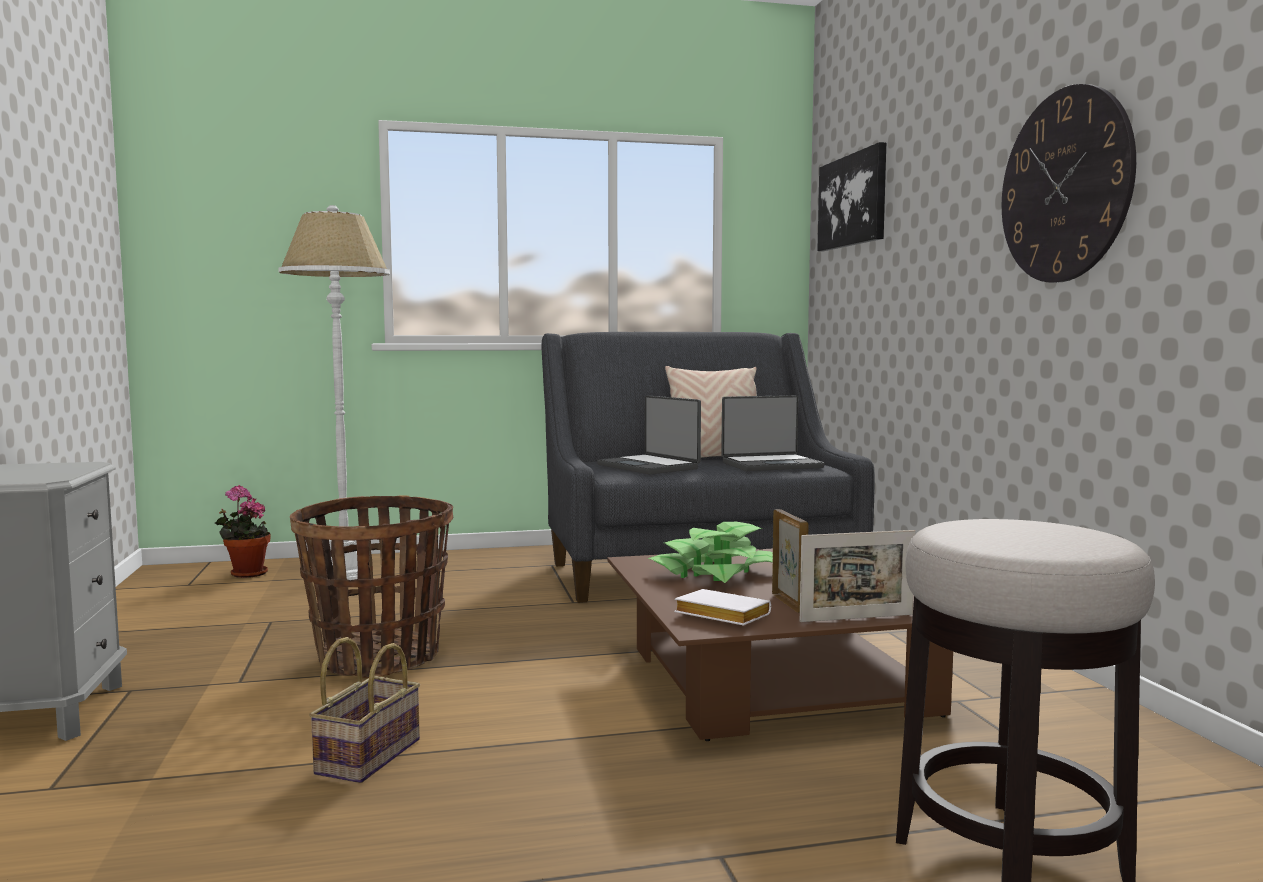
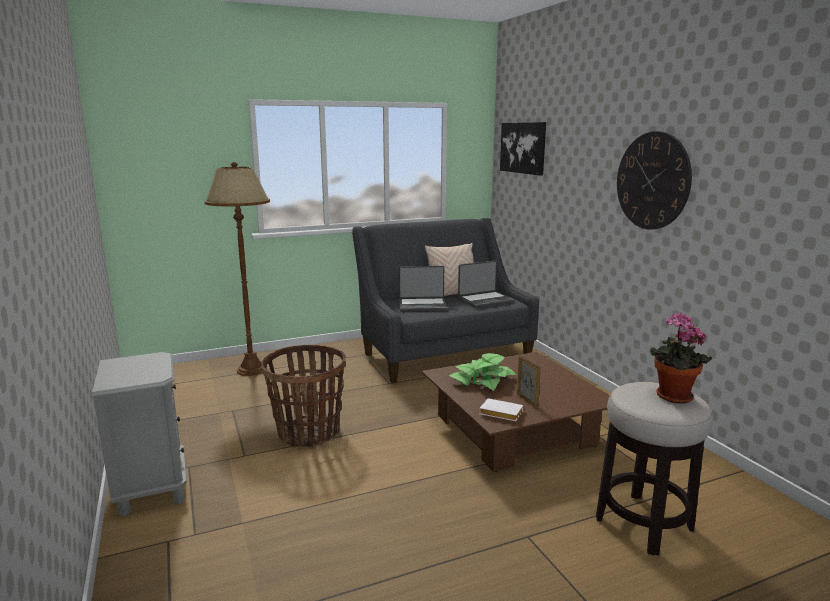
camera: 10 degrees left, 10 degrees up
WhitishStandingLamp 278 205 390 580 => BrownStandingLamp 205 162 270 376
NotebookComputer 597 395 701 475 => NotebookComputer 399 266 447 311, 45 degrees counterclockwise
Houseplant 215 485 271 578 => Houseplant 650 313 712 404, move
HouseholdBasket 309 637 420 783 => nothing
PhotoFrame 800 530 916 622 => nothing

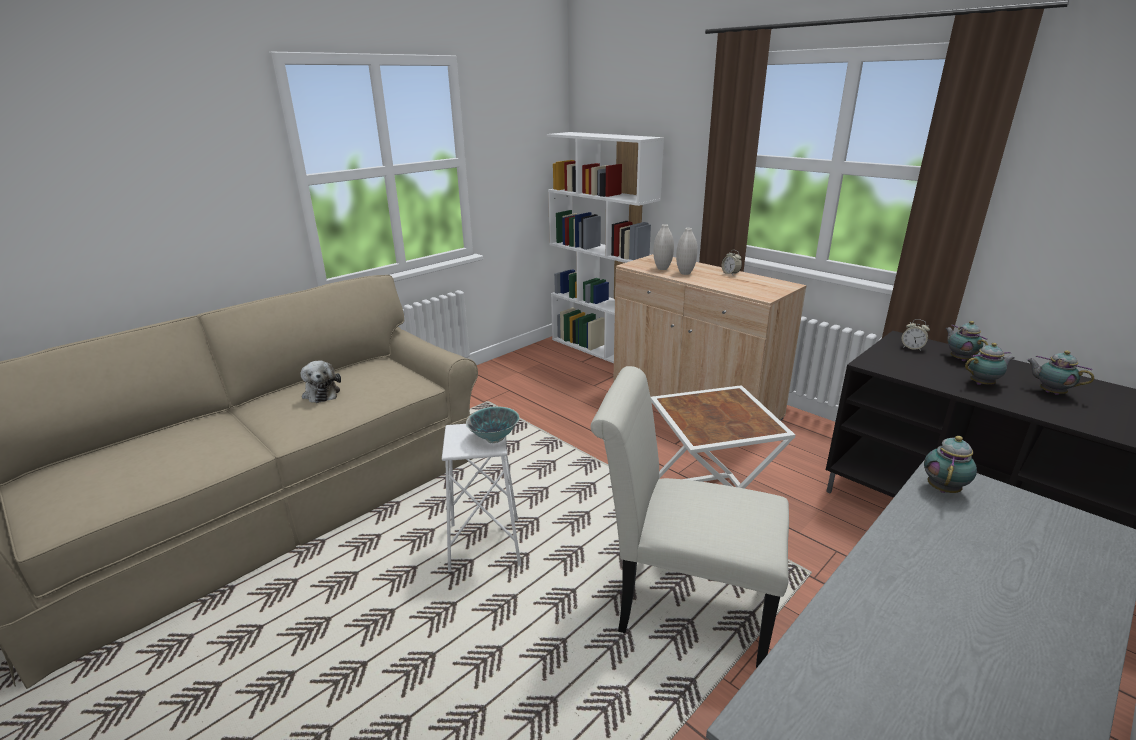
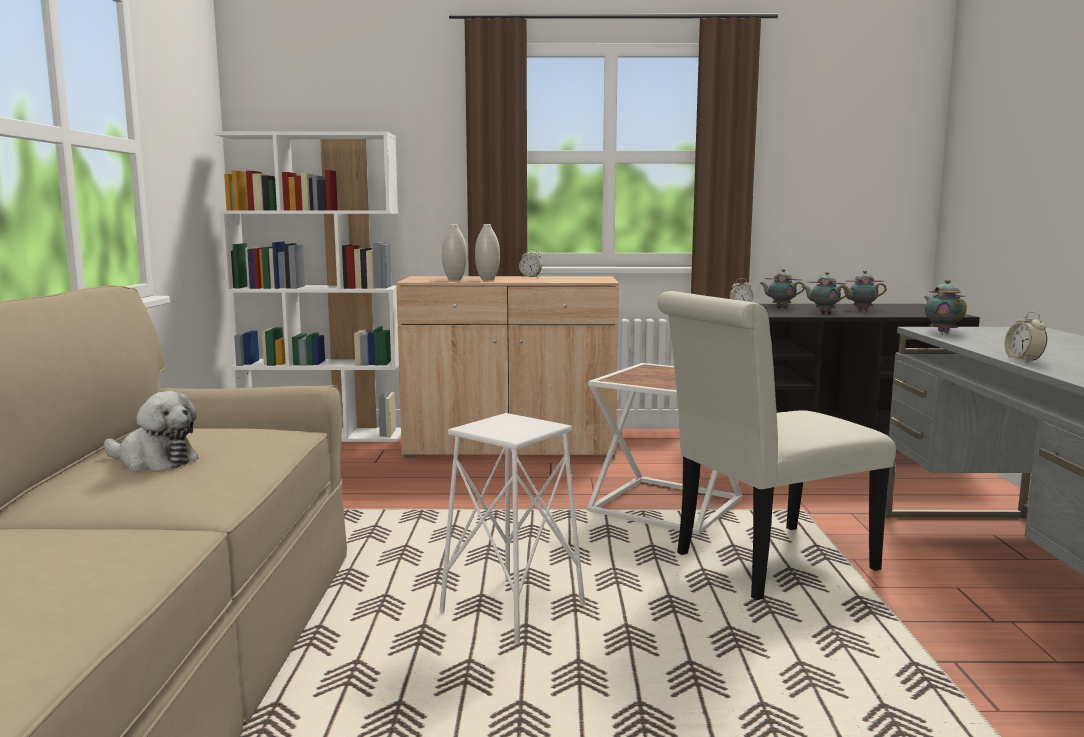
camera: 45 degrees left, 15 degrees down
TeaPot 965 343 1014 385 => TeaPot 802 272 850 312, 90 degrees counterclockwise
nothing => AlarmClock 1005 312 1047 362
ServingBowl 466 406 520 443 => nothing

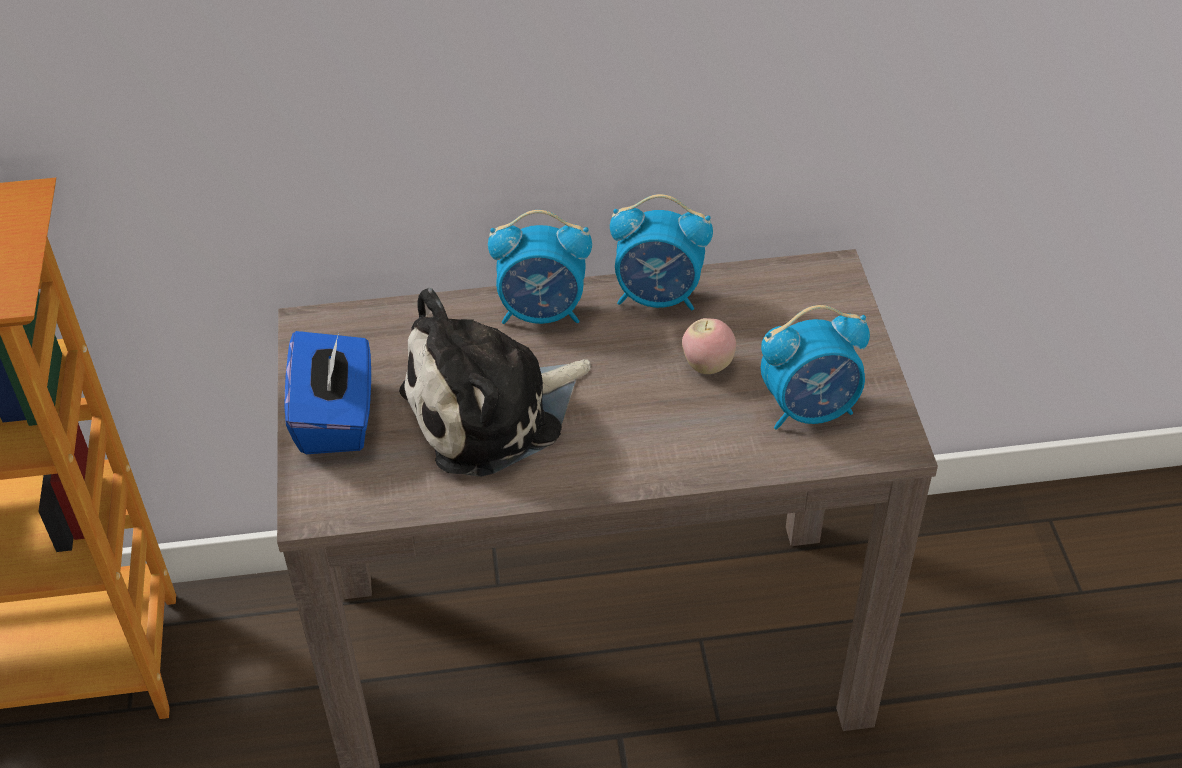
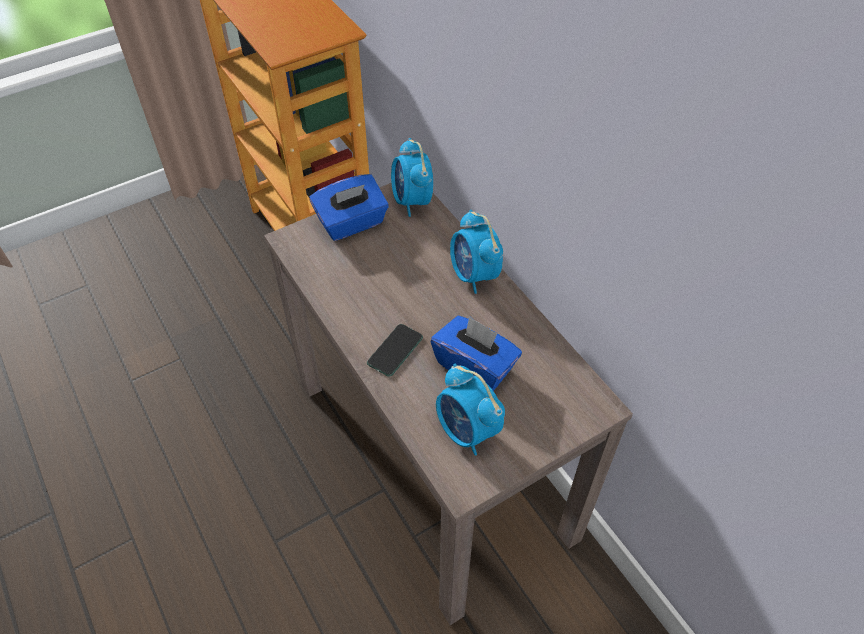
camera: 65 degrees right, 5 degrees up
nothing => Handset 367 324 423 377
AlarmClock 610 194 713 310 => AlarmClock 391 138 433 217, move
AppleFruit 682 318 736 374 => BlueTissueHolder 431 315 522 391
PlushToy 399 288 591 477 => nothing

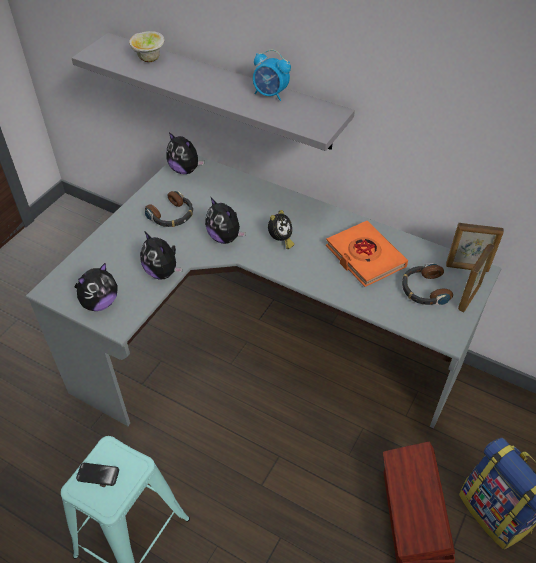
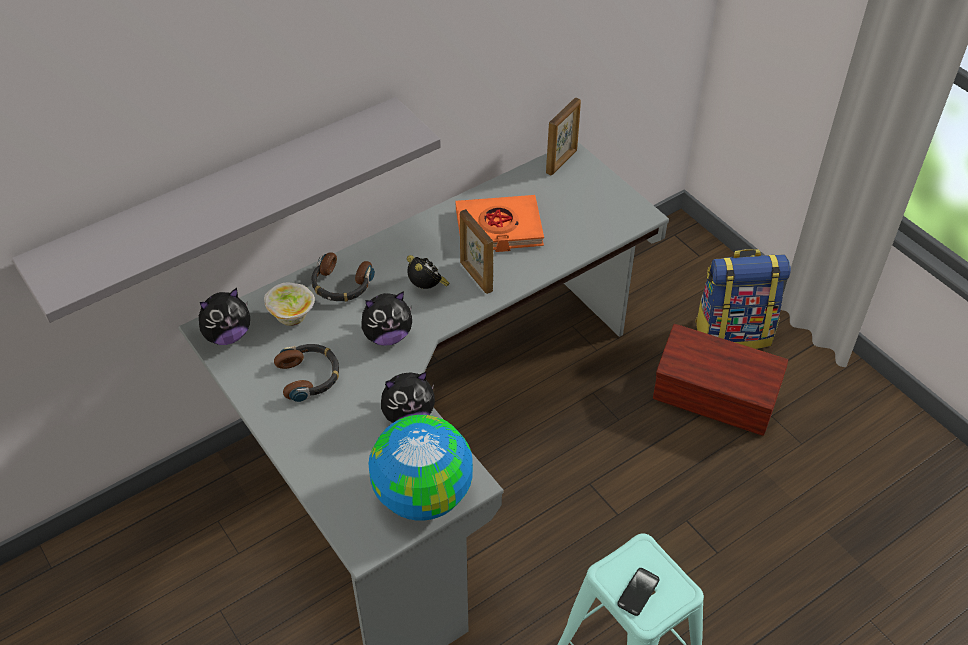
camera: 65 degrees left, 0 degrees up
ServingBowl 129 31 165 62 => ServingBowl 264 282 315 326, move
PairOfHeadphones 402 263 453 305 => PairOfHeadphones 311 252 375 302, move
PlushToy 74 263 118 311 => WorldGlobe 369 415 473 521
PhotoFrame 458 244 495 312 => PhotoFrame 460 209 494 294, move
AlarmClock 253 49 291 101 => nothing

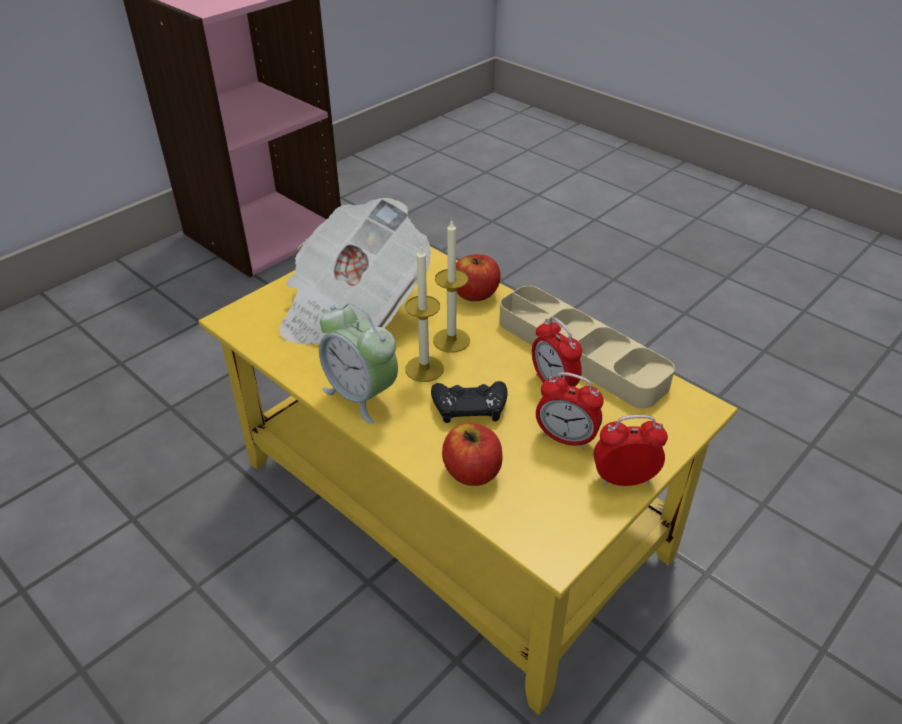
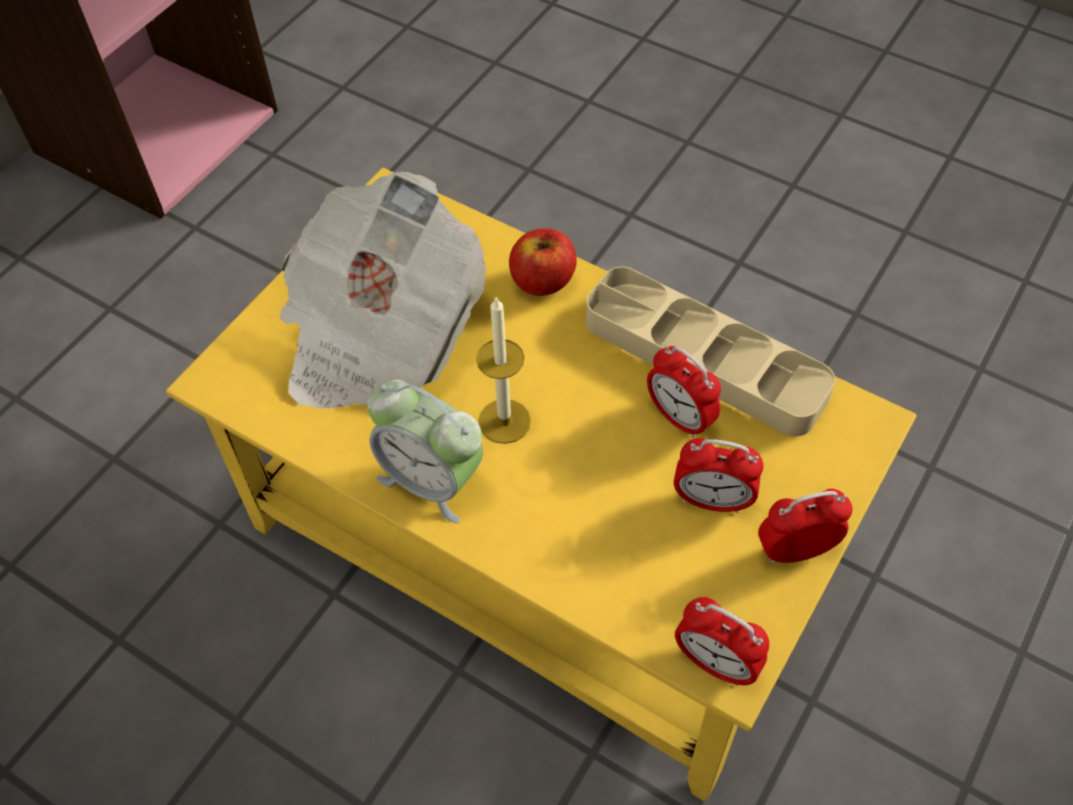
camera: 10 degrees left, 15 degrees up
nothing => AlarmClock 675 597 769 686
BlackGameController 431 381 508 423 => nothing
WaxLight 433 219 470 353 => nothing
AppleFruit 442 423 503 486 => nothing

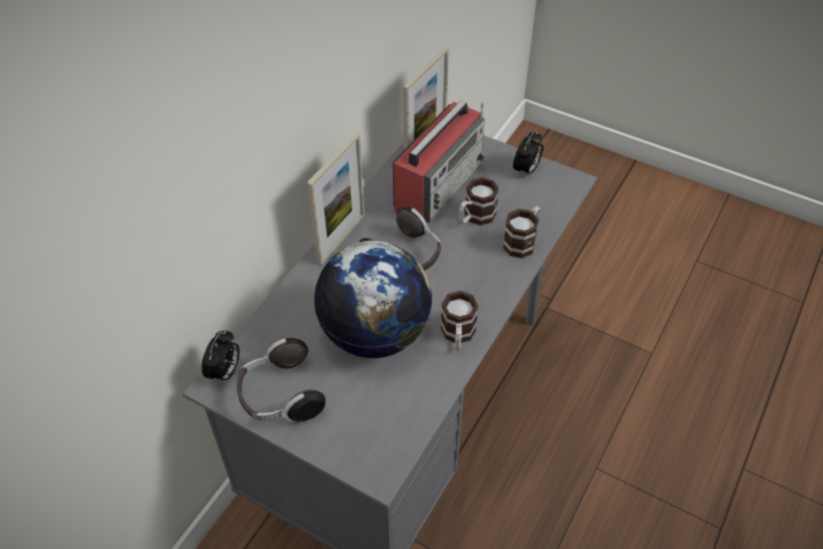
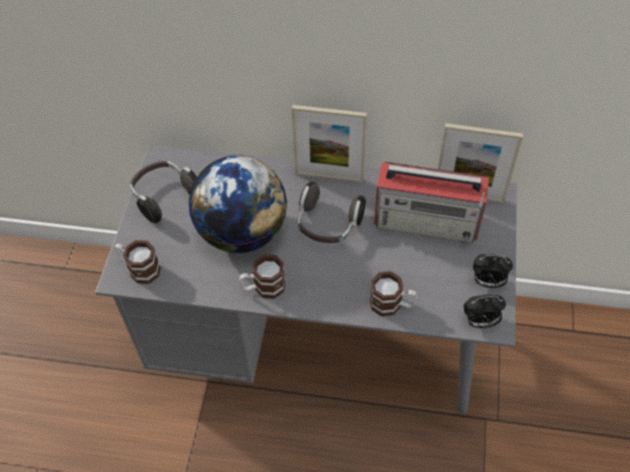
camera: 70 degrees right, 5 degrees up
TeaMug 459 177 499 225 => TeaMug 115 240 161 284, move
AlarmClock 202 331 240 385 => AlarmClock 464 295 506 328, move

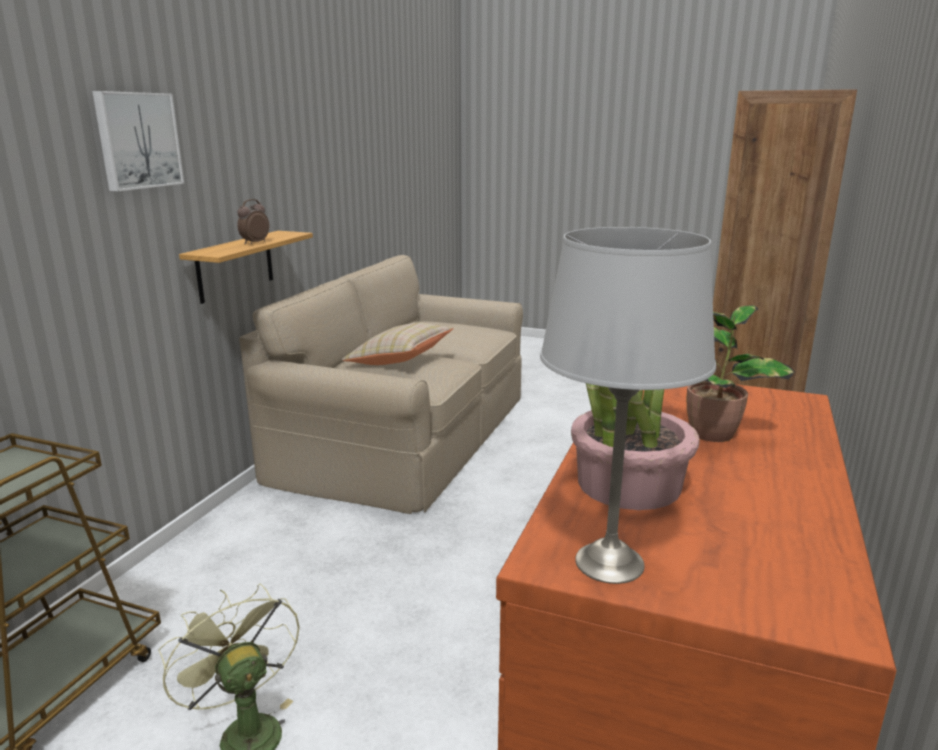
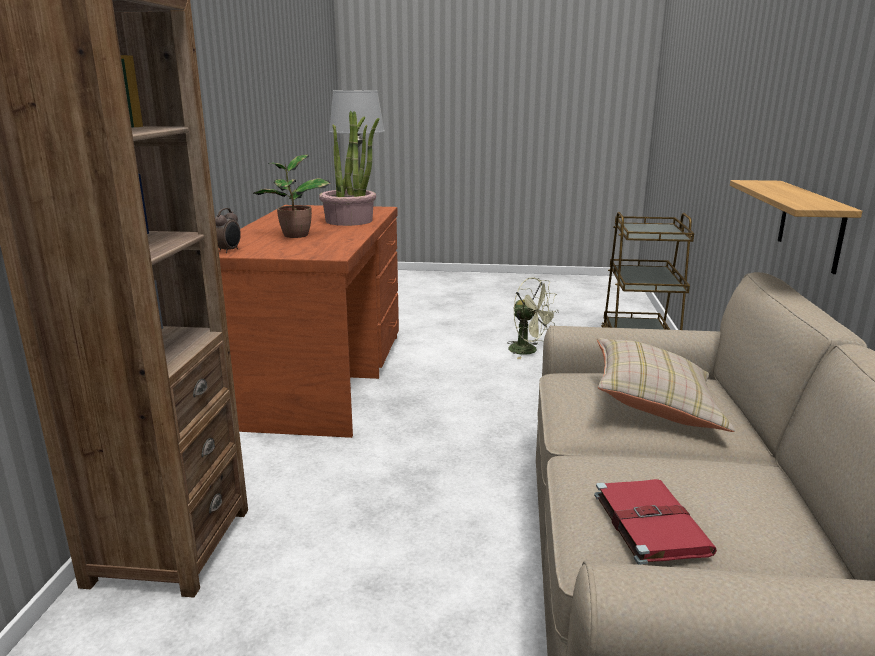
camera: 165 degrees right, 0 degrees up
AlarmClock 237 199 269 244 => AlarmClock 215 208 241 253, move
nothing => RedColouredBook 594 479 717 565
WallArt 92 91 184 191 => nothing

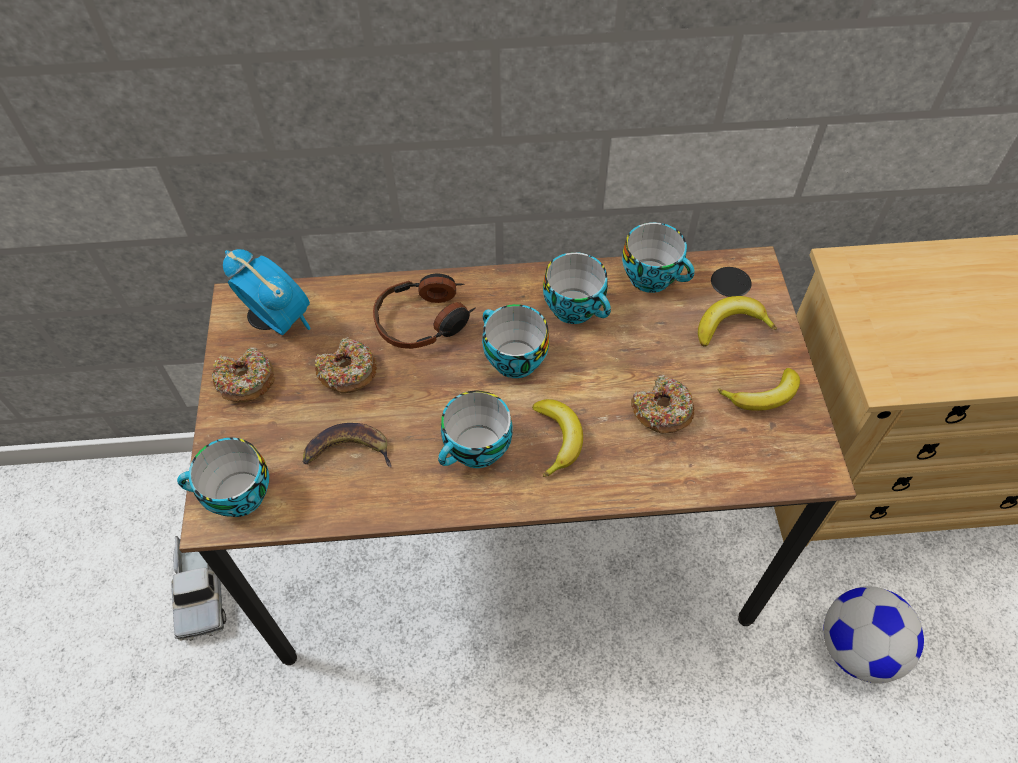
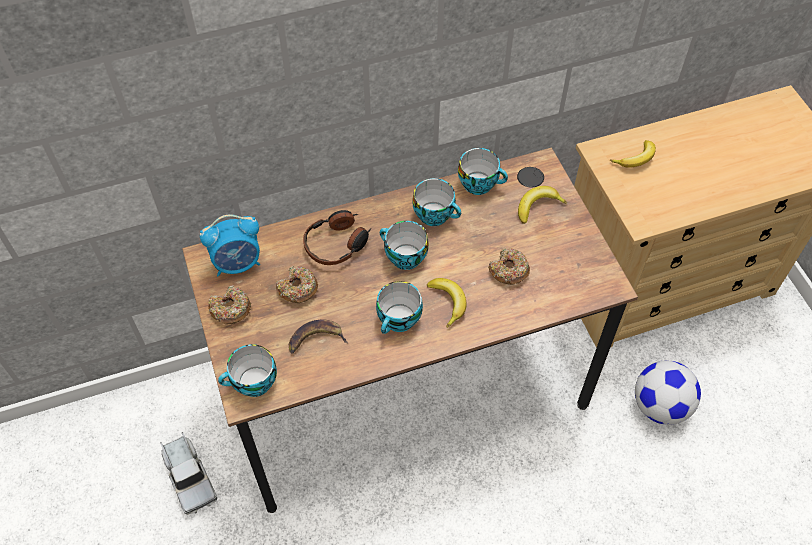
camera: 15 degrees left, 0 degrees up
AlarmClock 223 249 311 335 => AlarmClock 200 214 260 276, 135 degrees clockwise
BananaFruit 718 368 800 411 => BananaFruit 610 140 656 168, move

